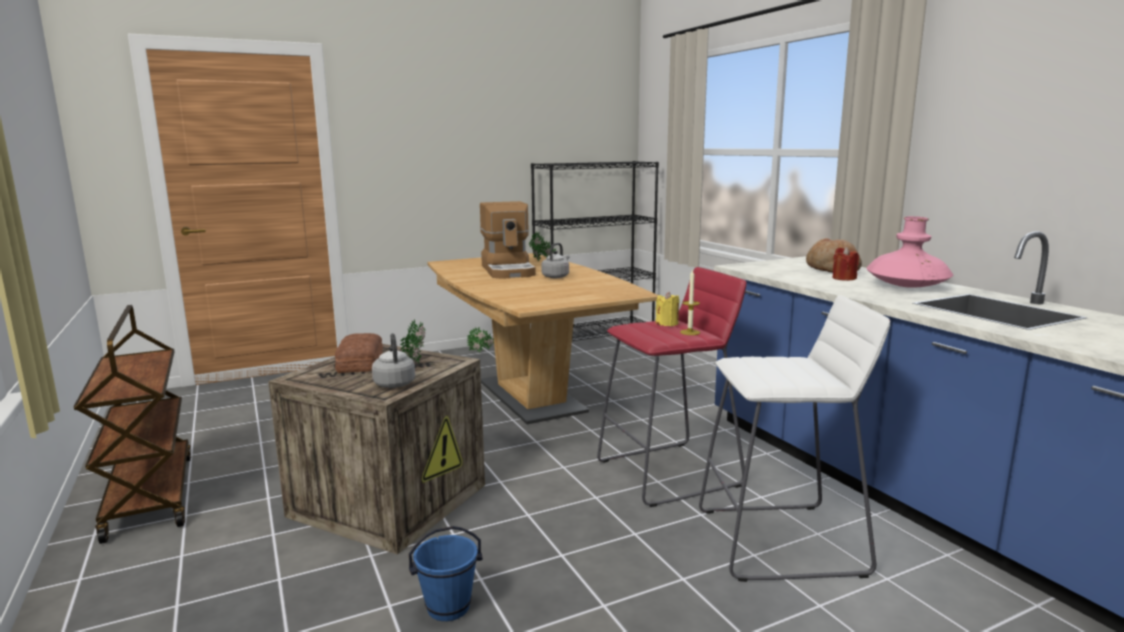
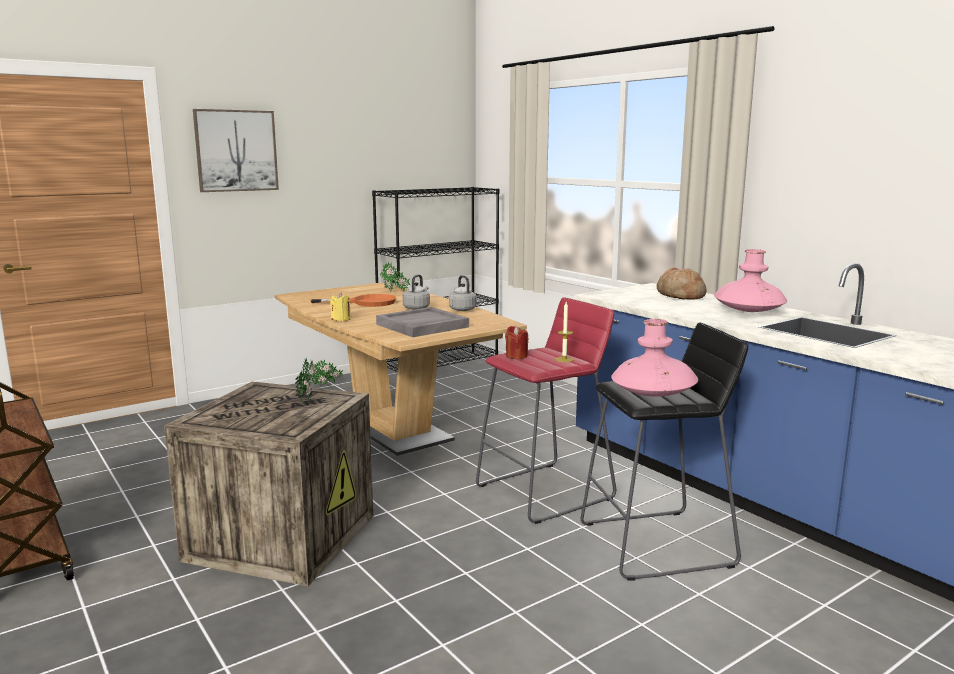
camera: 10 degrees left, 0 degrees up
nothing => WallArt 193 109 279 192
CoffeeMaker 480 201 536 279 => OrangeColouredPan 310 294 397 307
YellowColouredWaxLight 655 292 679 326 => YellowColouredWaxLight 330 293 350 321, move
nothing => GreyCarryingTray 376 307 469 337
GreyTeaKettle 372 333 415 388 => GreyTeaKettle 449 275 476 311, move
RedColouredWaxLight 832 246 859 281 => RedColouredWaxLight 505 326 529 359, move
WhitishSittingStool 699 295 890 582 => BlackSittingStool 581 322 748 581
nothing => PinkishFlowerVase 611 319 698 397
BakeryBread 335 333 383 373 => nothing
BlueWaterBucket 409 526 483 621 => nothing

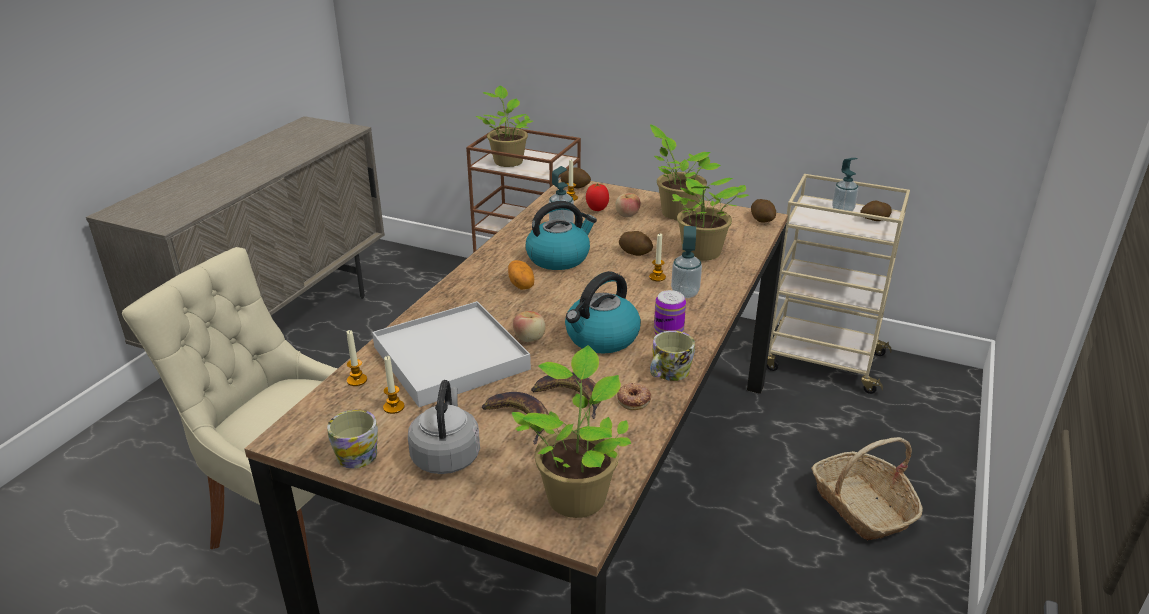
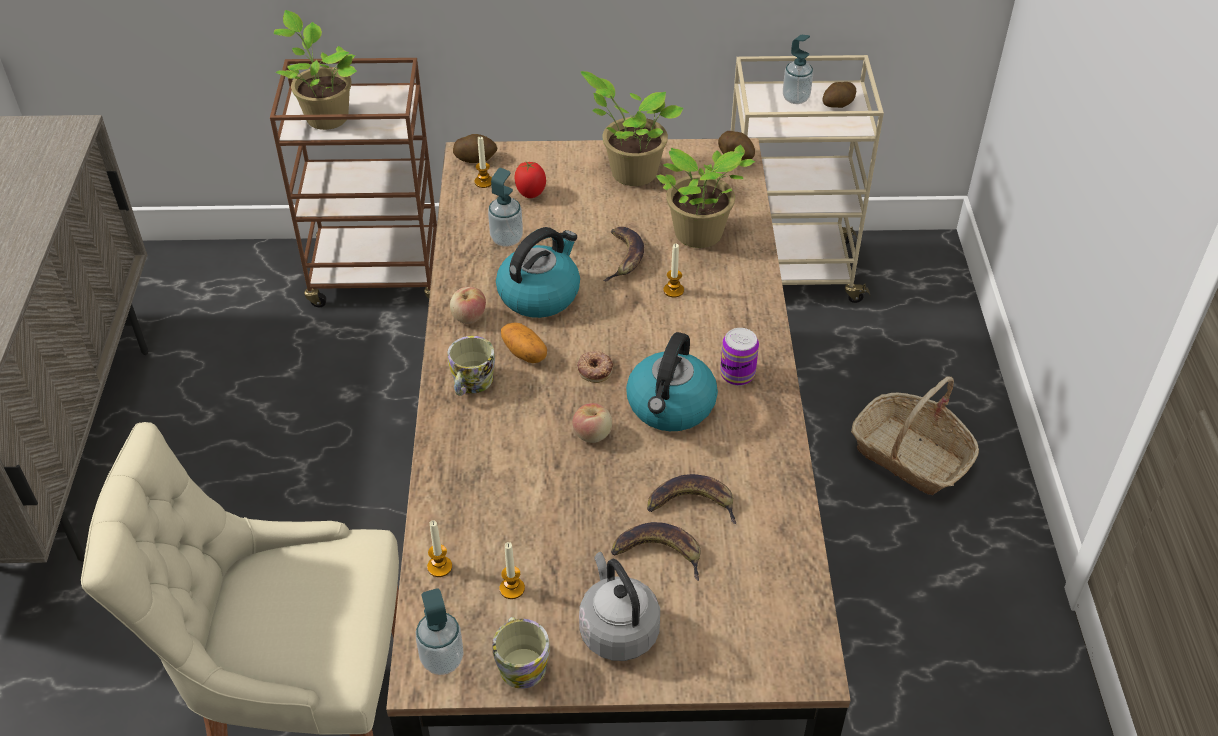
camera: 25 degrees left, 15 degrees up
SoapDispenser 671 226 702 298 => SoapDispenser 416 588 464 675, move
TeaMug 650 331 695 381 => TeaMug 447 336 495 396, move
AppleFruit 615 193 641 218 => AppleFruit 450 287 486 324, move
Doughnut 617 383 651 410 => Doughnut 577 351 614 383, move
WholePotato 619 231 653 256 => BananaFruit 603 227 644 281
WhitishCarryingTray 372 301 531 407 => nothing
Houseplant 512 346 631 518 => nothing

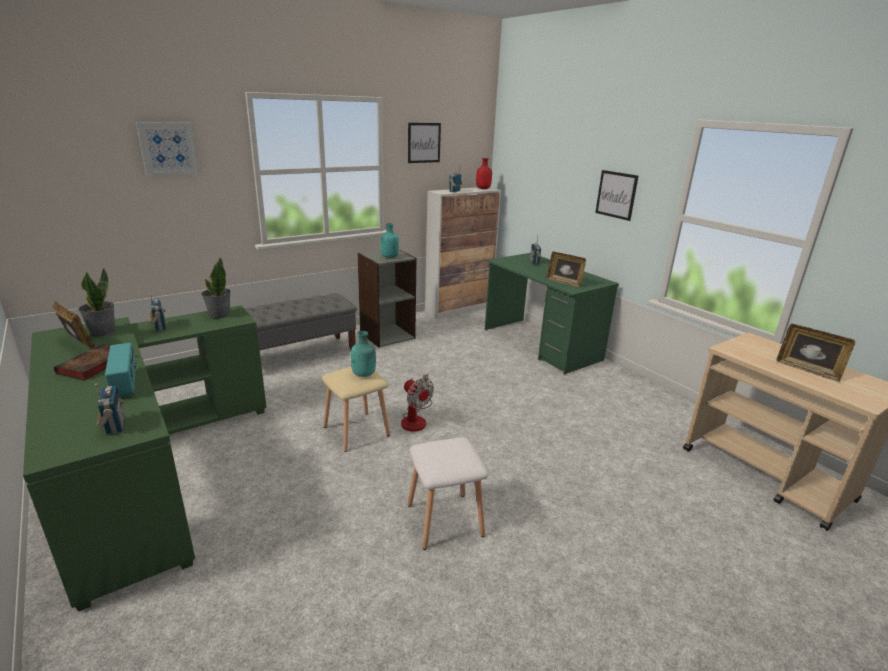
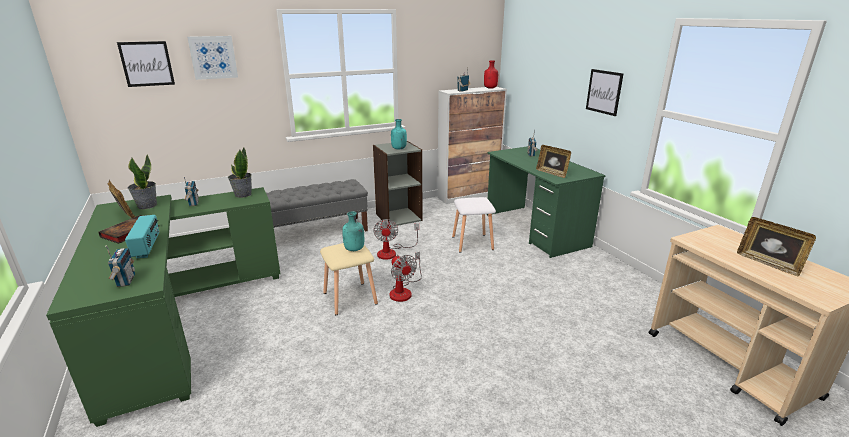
camera: 10 degrees right, 0 degrees up
WallArt 408 123 441 163 => WallArt 117 41 175 87, move
nothing => Fan 373 219 419 260
WhitishSittingStool 408 437 489 550 => WhitishSittingStool 452 197 496 253, move

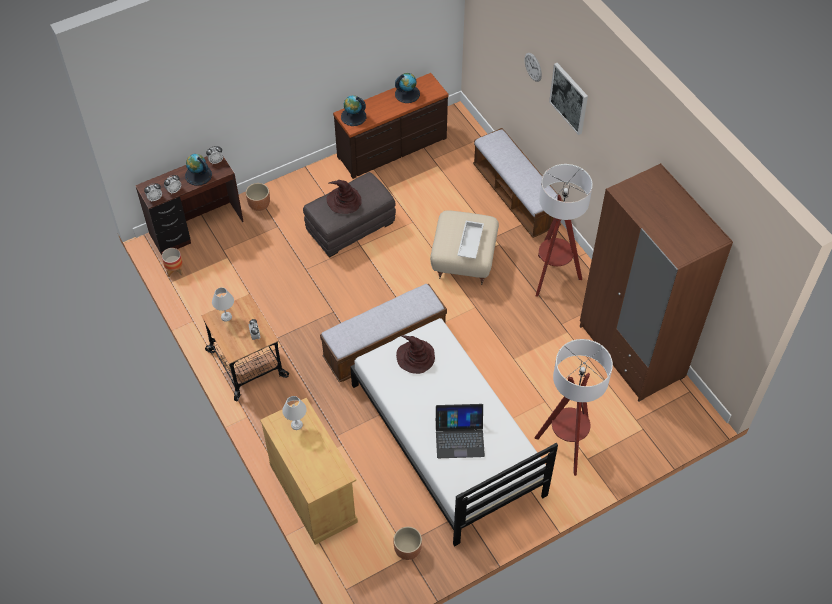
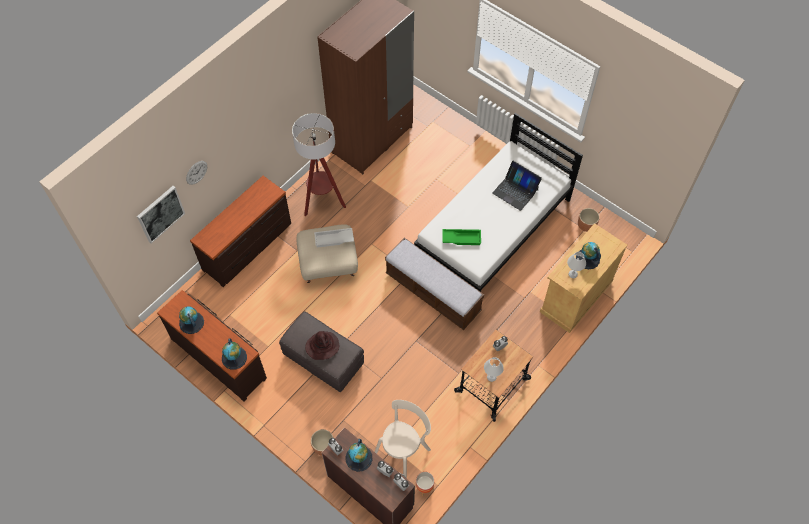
camera: 110 degrees left, 5 degrees up
WallArt 549 63 588 135 => WallArt 137 186 185 243, move
Bench 473 128 564 238 => BrownChestOfDrawers 190 176 291 287
nothing => SandColouredChair 375 400 431 478
BrownClothingHat 396 335 435 374 => GreenColouredCarryingTray 442 229 481 245
NotebookComputer 435 404 485 458 => NotebookComputer 492 161 542 211, 150 degrees clockwise
nothing => WorldGlobe 576 242 601 269
StandingLamp 534 339 613 476 => nothing

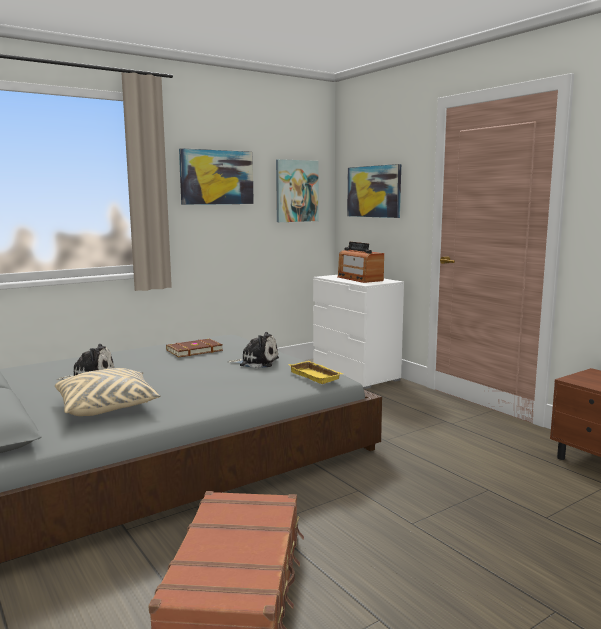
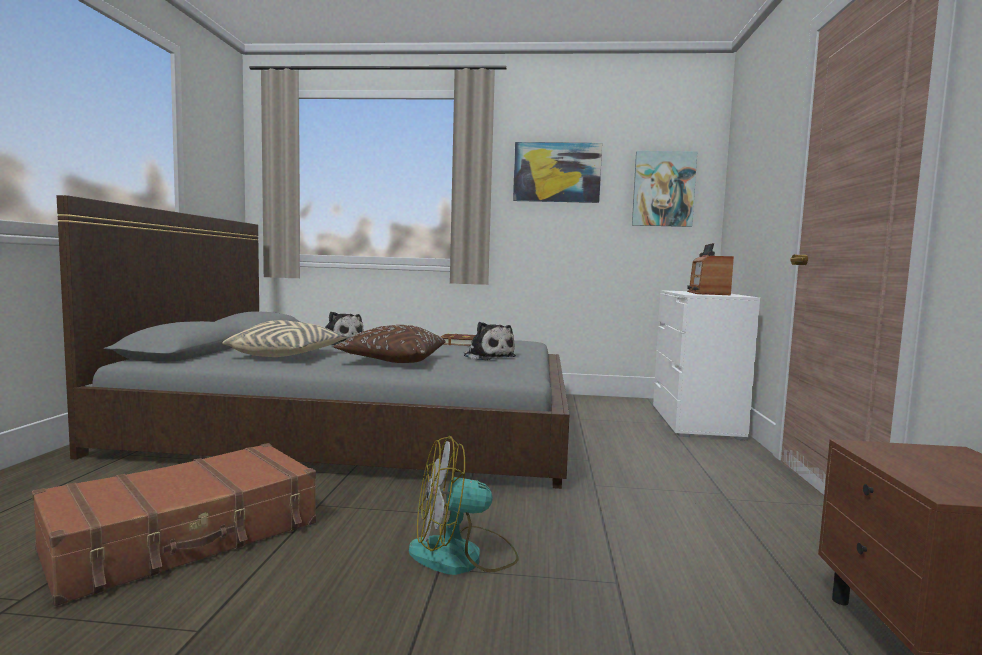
camera: 40 degrees right, 5 degrees down
nothing => BrownThrowPillow 333 325 446 363
nothing => Fan 409 436 519 575
YellowColouredCarryingTray 288 361 343 384 => nothing
WallArt 347 164 401 218 => nothing

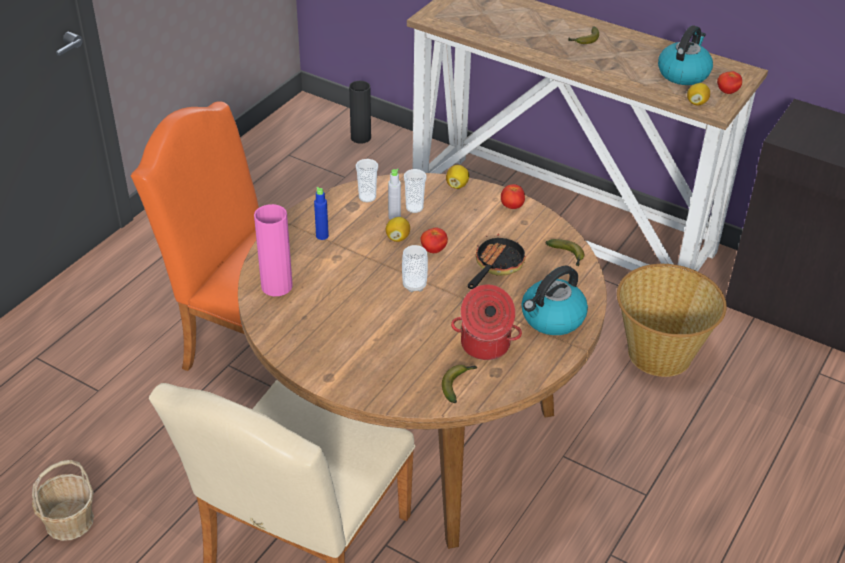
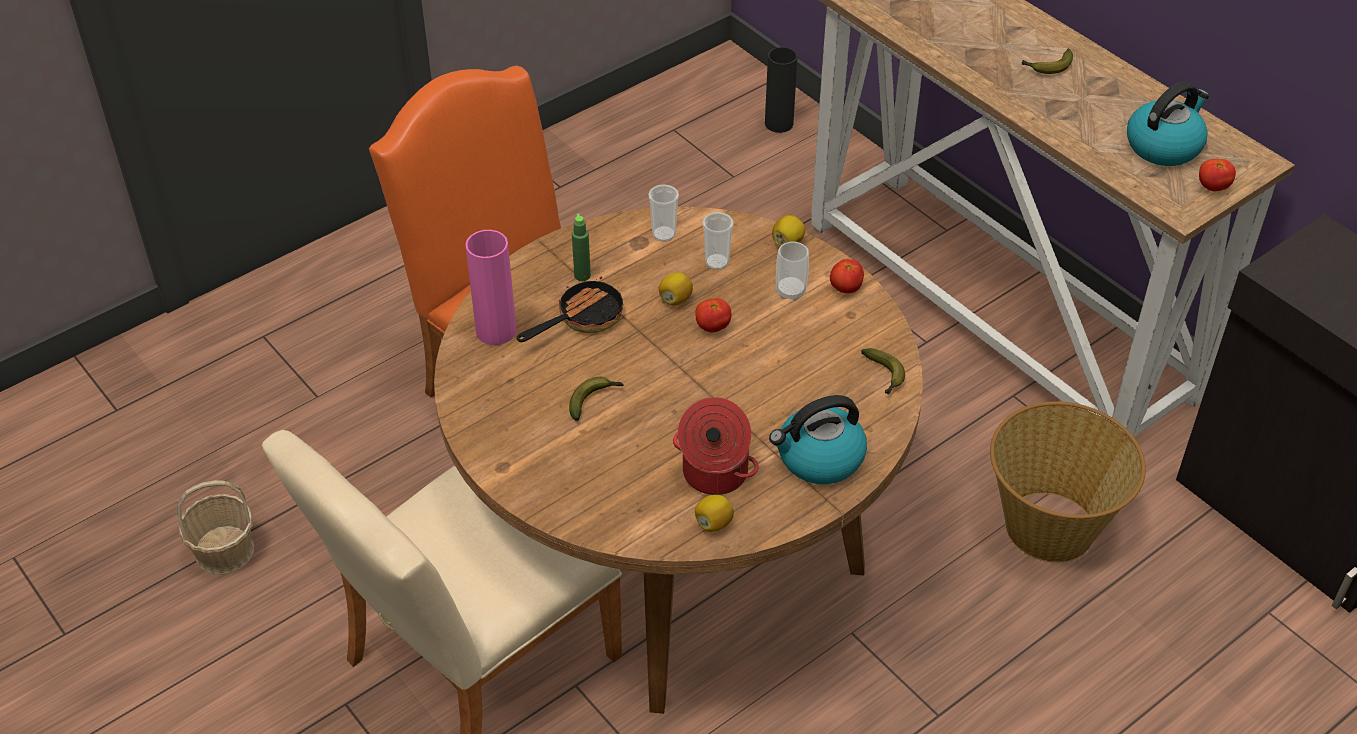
camera: 20 degrees right, 5 degrees up
Pan 468 228 526 289 => Pan 517 276 623 342, move
BananaFruit 442 365 477 403 => BananaFruit 569 377 624 421, move
BlueBottle 314 187 329 240 => GreenColouredBottle 572 214 591 281
CitrusFruit 687 83 710 106 => CitrusFruit 695 495 734 532, move
Cup 402 245 428 292 => Cup 776 242 809 301, move
GreyBottle 388 168 401 220 => nothing

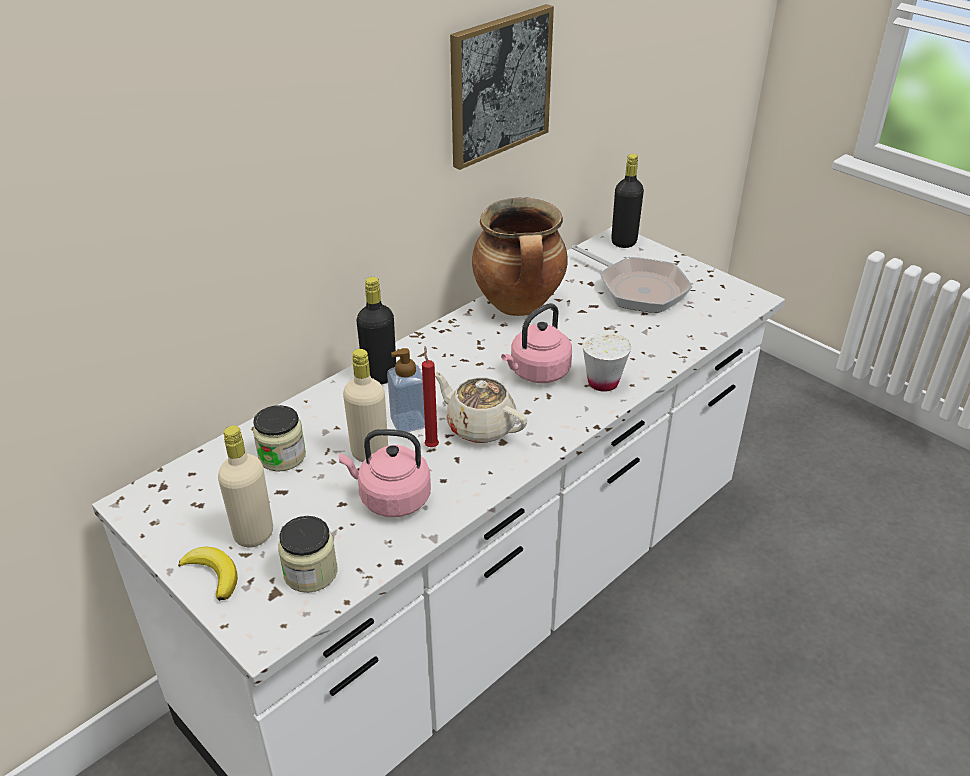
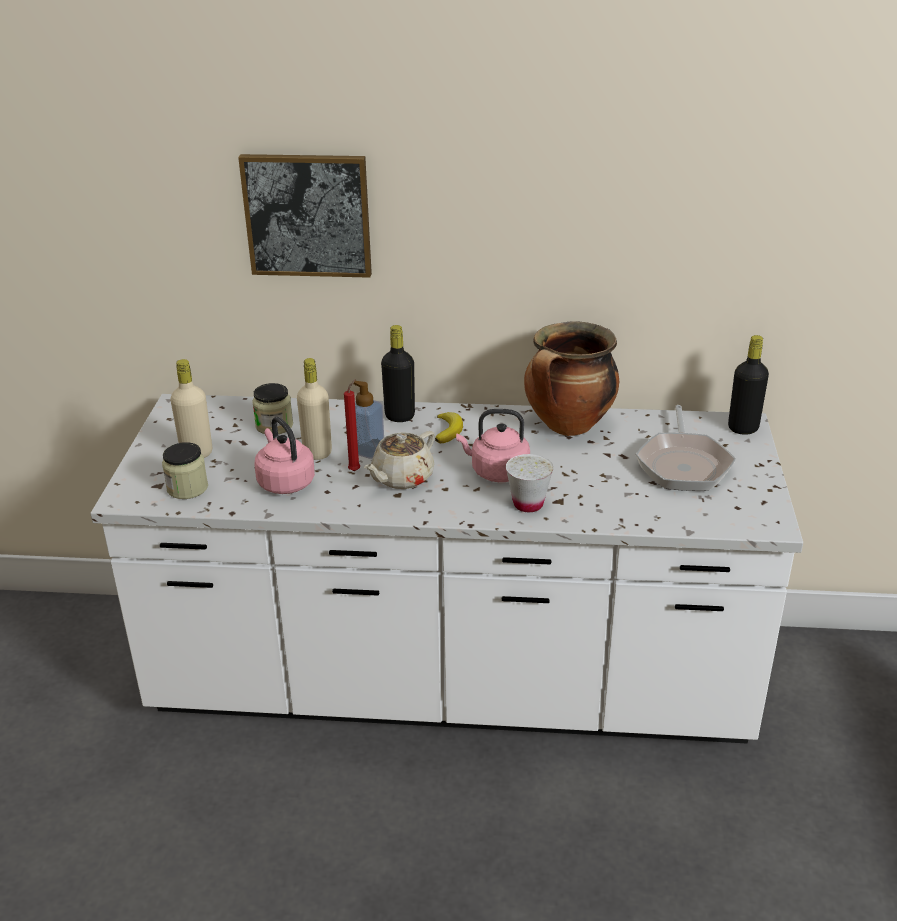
camera: 50 degrees right, 5 degrees down
WallArt 450 4 554 170 => WallArt 238 154 372 278, move
SandColouredTeaPot 435 371 527 443 => SandColouredTeaPot 364 431 435 489, 135 degrees counterclockwise
BananaFruit 178 546 238 601 => BananaFruit 435 412 463 443, move

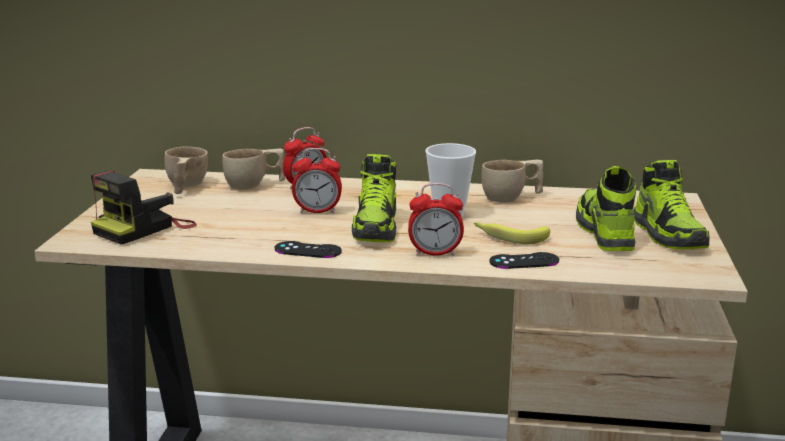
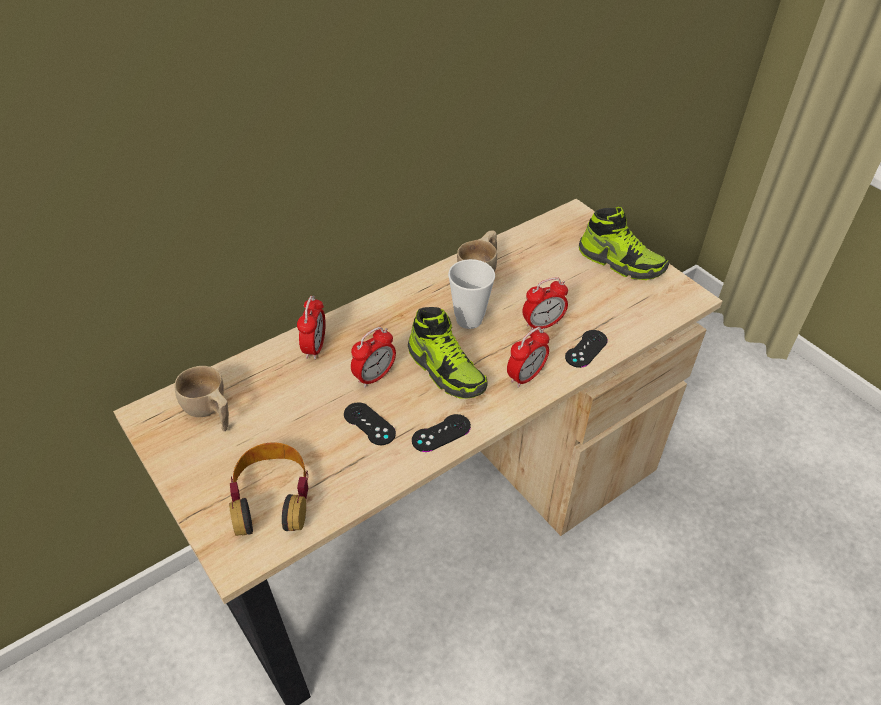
camera: 45 degrees left, 25 degrees up
StillCamera 91 171 197 245 => PairOfHeadphones 229 443 308 536
nothing => BlackGameController 344 402 396 445
BananaFruit 473 222 550 244 => AlarmClock 522 277 568 331
SandColouredCup 222 149 285 189 => nothing
ItemOfFootwear 576 166 637 251 => nothing

